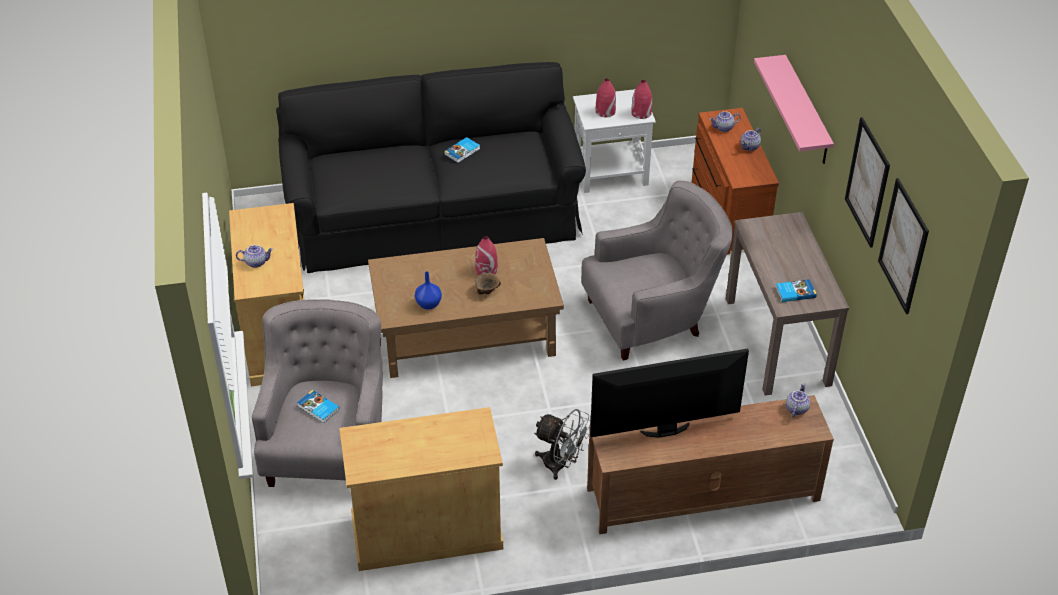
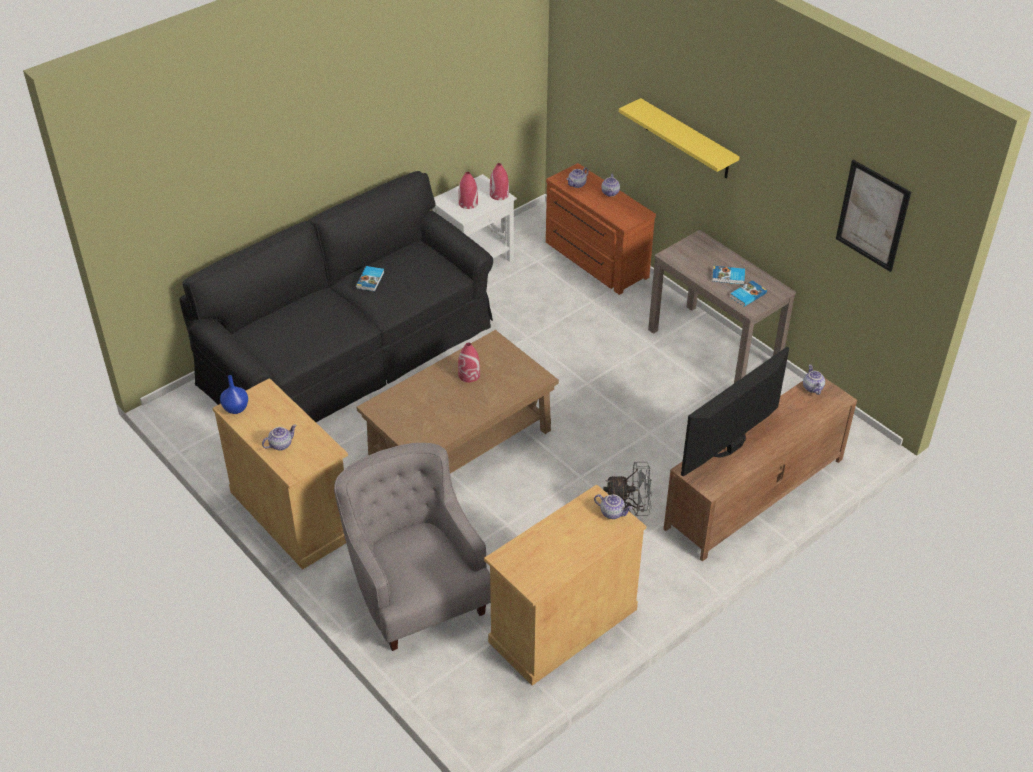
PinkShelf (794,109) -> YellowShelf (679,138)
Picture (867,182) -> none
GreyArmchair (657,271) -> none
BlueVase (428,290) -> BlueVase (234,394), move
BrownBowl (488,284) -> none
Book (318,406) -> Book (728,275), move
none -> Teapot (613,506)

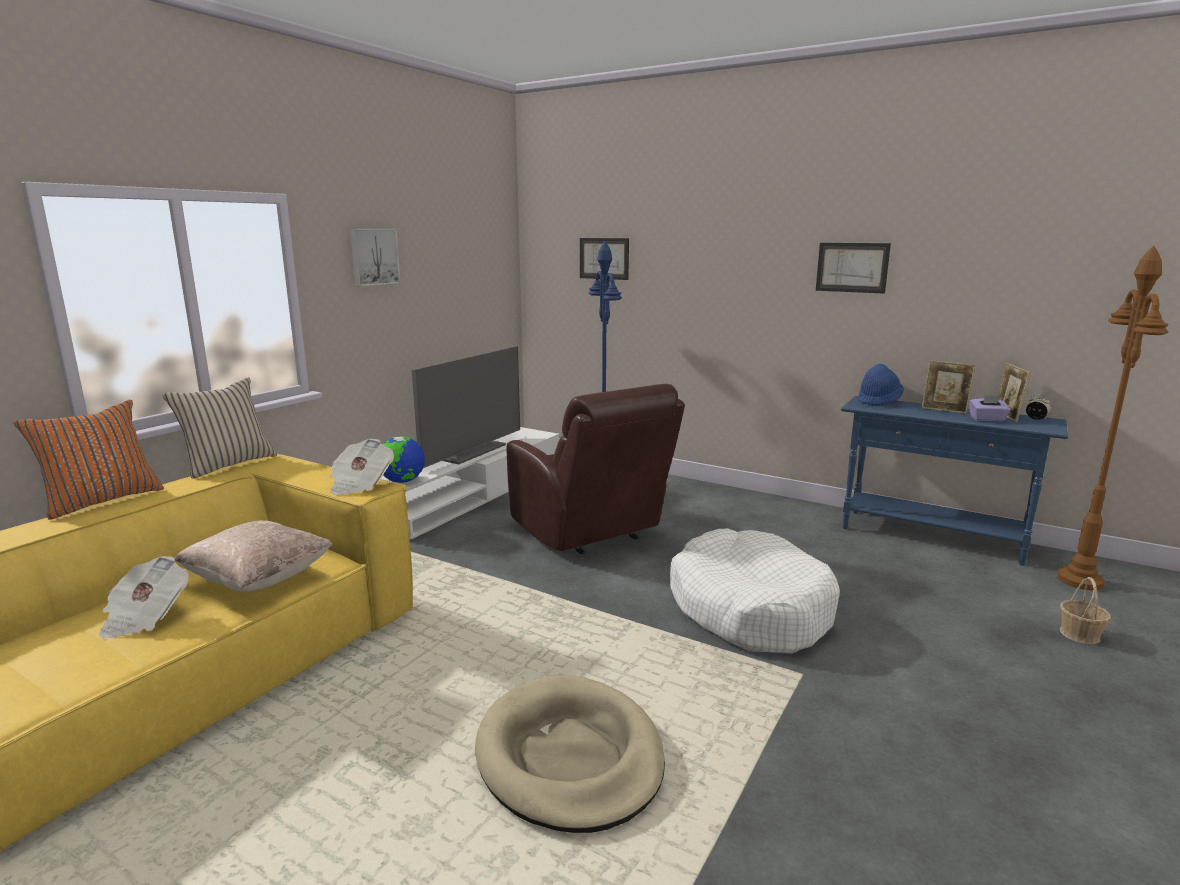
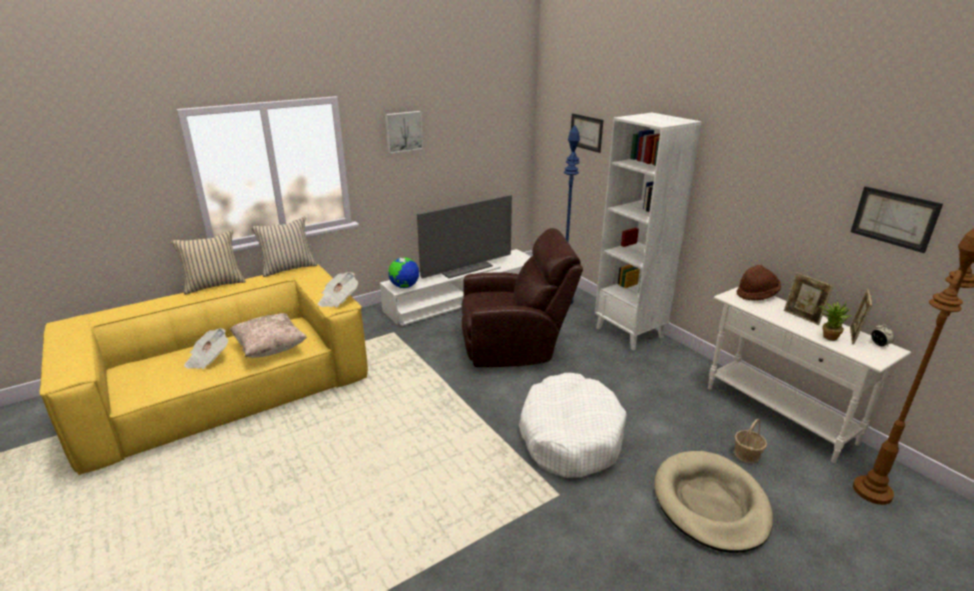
Picture (853,268) -> Picture (897,219), move
BlueHat (881,385) -> BrownHat (758,282)
BrownArmchair (596,469) -> BrownArmchair (522,297), 90 degrees counterclockwise
PurpleTissueBox (990,408) -> PottedPlant (835,320)
BlueConsoleTable (954,481) -> WhiteConsoleTable (809,375)
OrangePillow (88,460) -> BeigePillow (208,262)
Basket (1085,610) -> Basket (750,441), move
BeigeDogBed (570,754) -> BeigeDogBed (713,502), move
none -> WhiteBookcase (648,232)

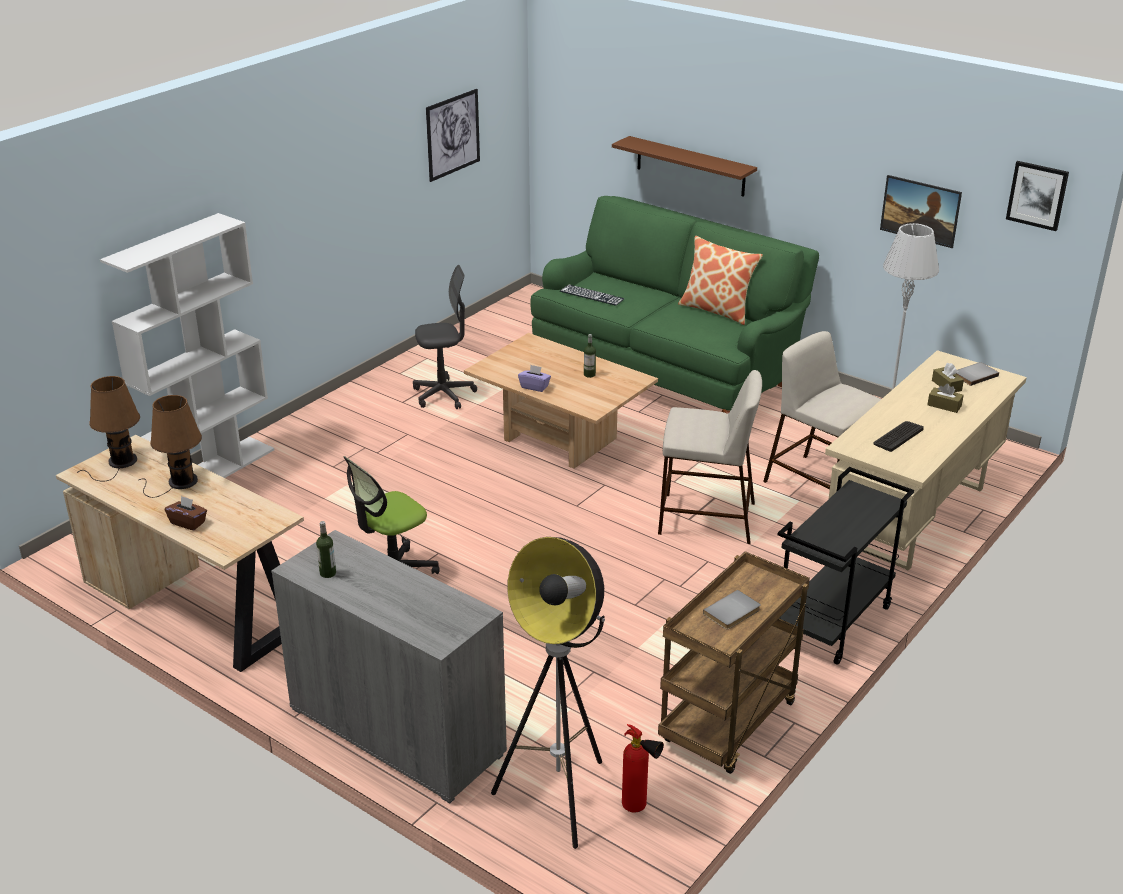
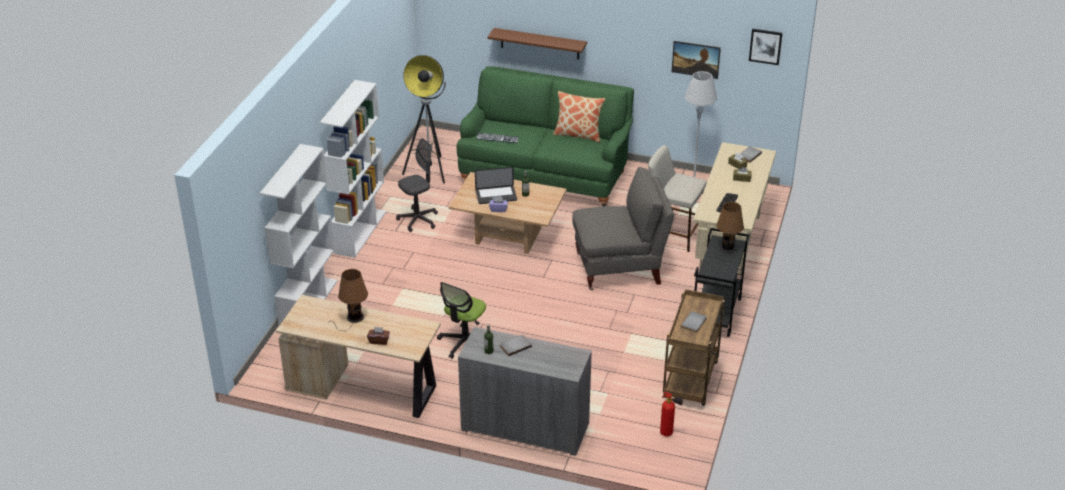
Picture (453,135) -> none
BeigeStool (710,457) -> GreyArmchair (623,228)
BrownTableLamp (108,429) -> BrownTableLamp (729,232), move
FloorLamp (548,693) -> FloorLamp (424,119), move
none -> WhiteBookcase (353,169)
none -> Laptop (496,185)
none -> GreyBook (516,345)

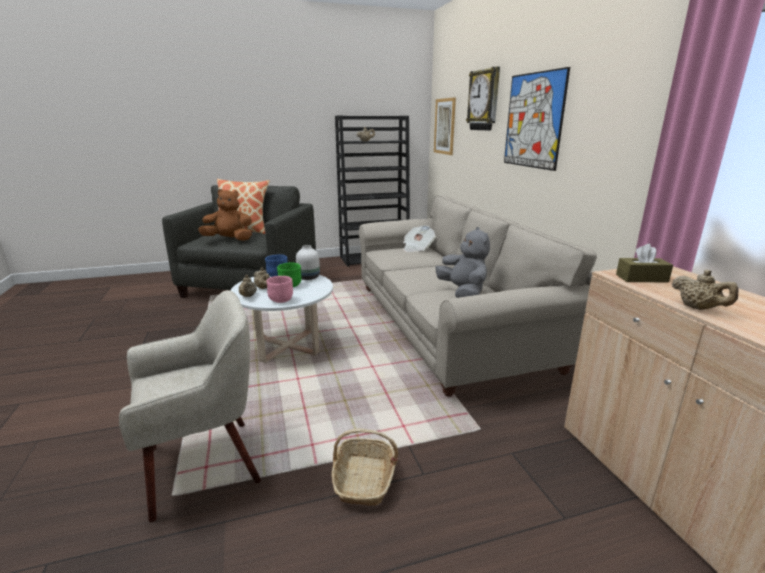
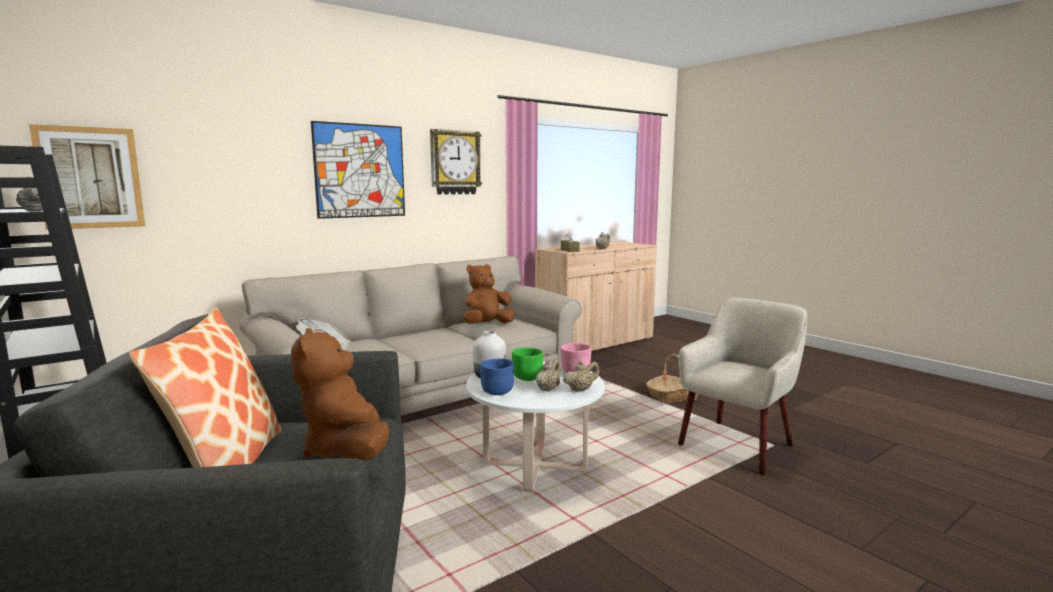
WallClock (483,99) -> WallClock (456,162), move
GreyPlushToy (462,262) -> BrownPlushToy (488,294)
BeigeArmchair (190,406) -> BeigeArmchair (742,386), 90 degrees clockwise

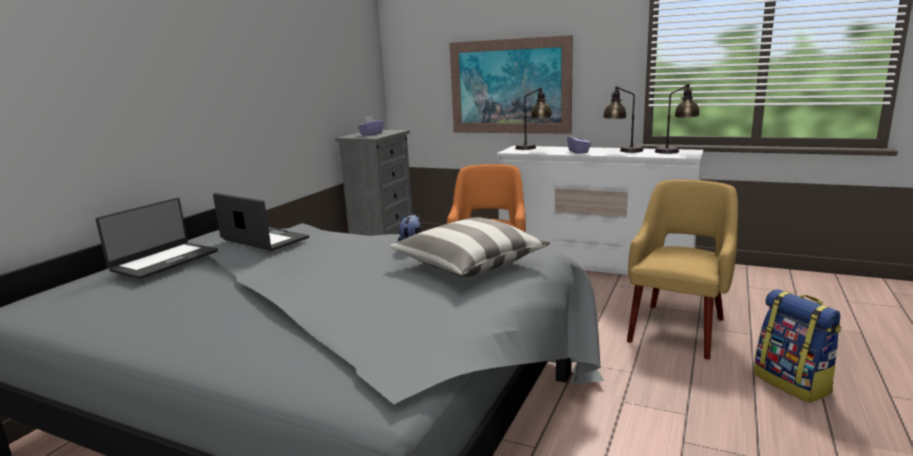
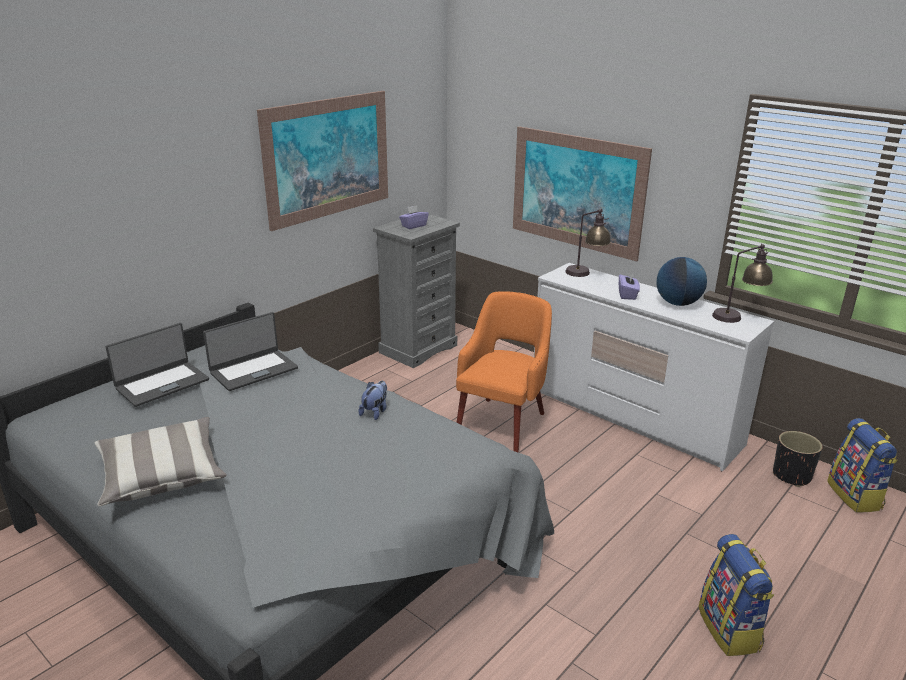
TableLamp (623,119) -> Globe (681,281)
YellowArmchair (682,269) -> none
Laptop (261,222) -> Laptop (250,351), 90 degrees clockwise
Pillow (470,247) -> Pillow (161,461), move
none -> Picture (322,161)
none -> Backpack (862,465)
none -> BlackPlanter (798,459)

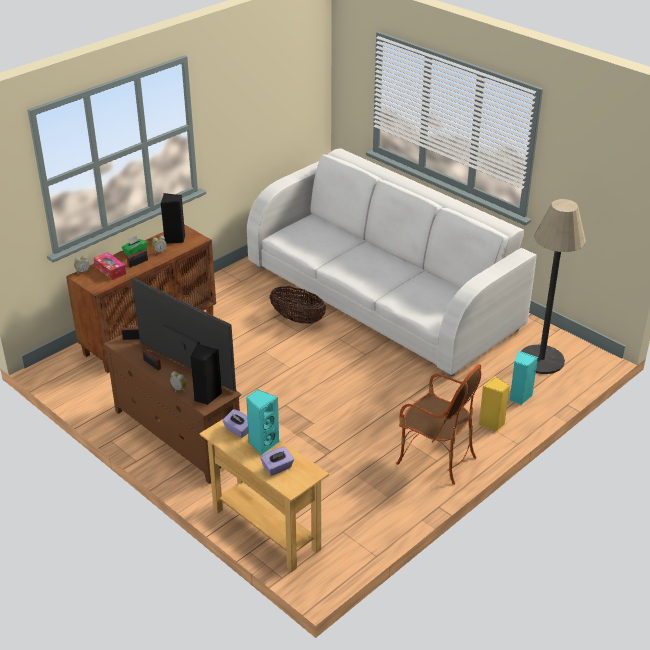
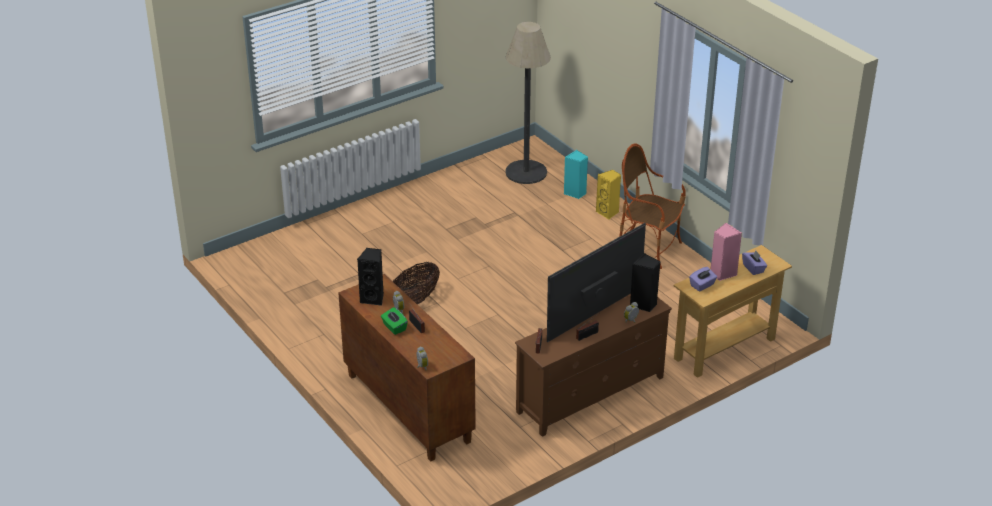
WhiteSofa (392,262) -> none
TissueBox (110,266) -> none
Armchair (438,424) -> Armchair (652,206), 105 degrees counterclockwise
TurquoiseSpeaker (262,422) -> PinkSpeaker (726,252)

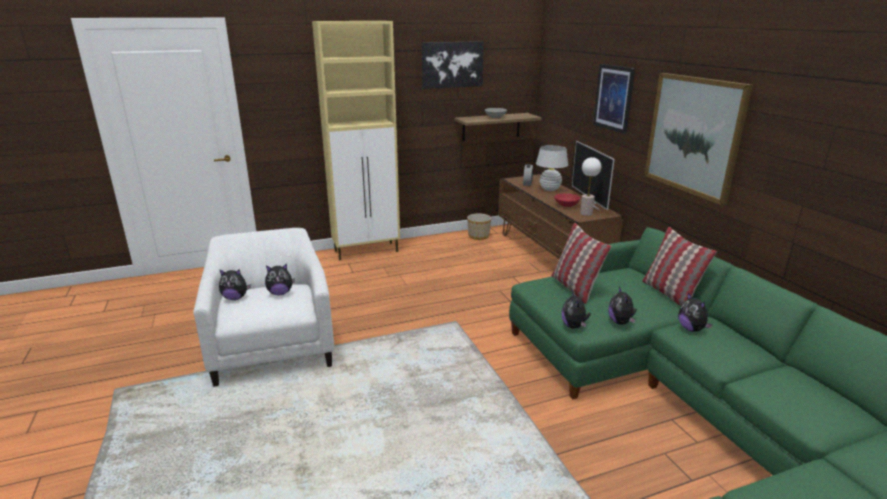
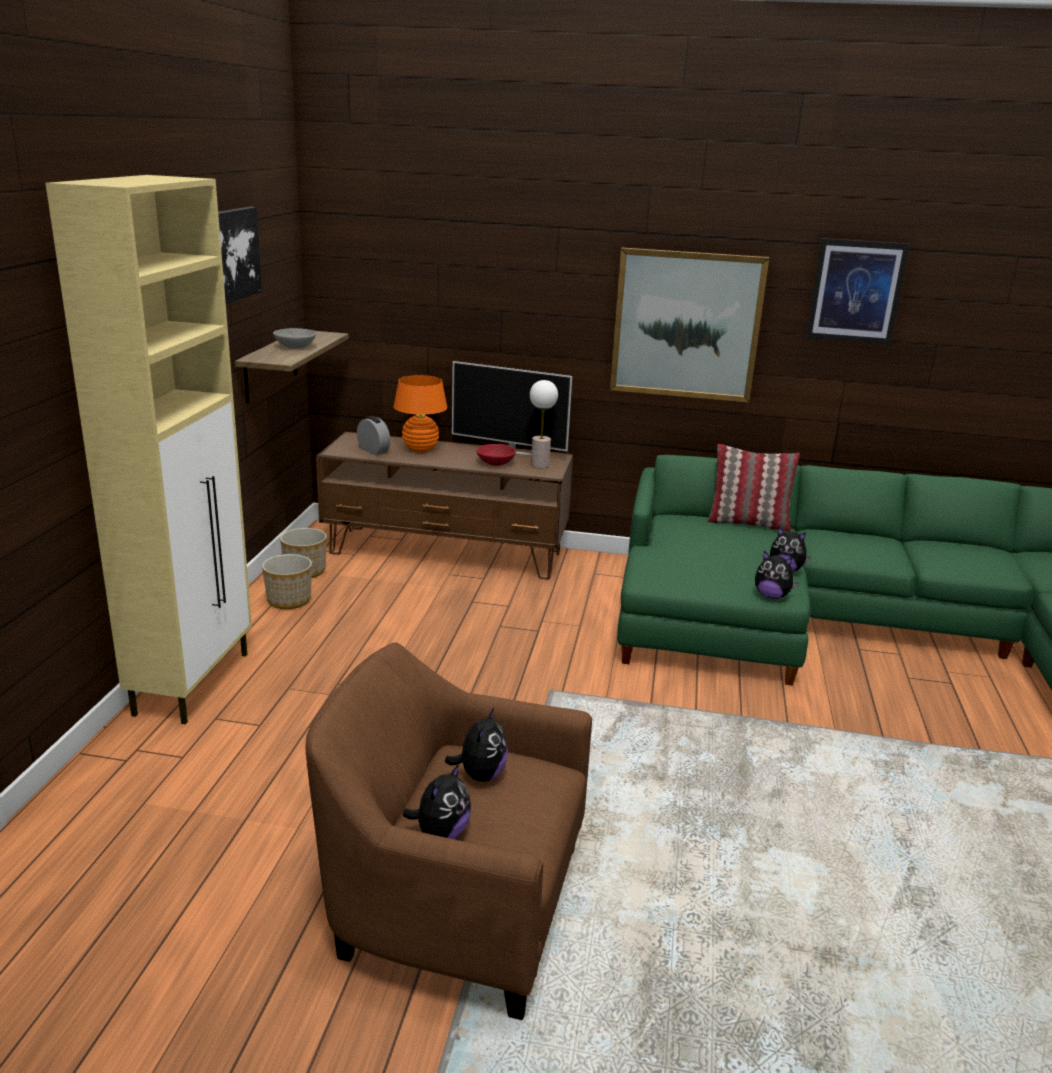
Picture (614,99) -> Picture (858,291), move
WhiteTableLamp (552,168) -> OrangeTableLamp (420,413)
Pillow (581,263) -> none
WhiteArmchair (263,307) -> BrownArmchair (449,831)
PlushToy (695,312) -> none
none -> Planter (287,581)

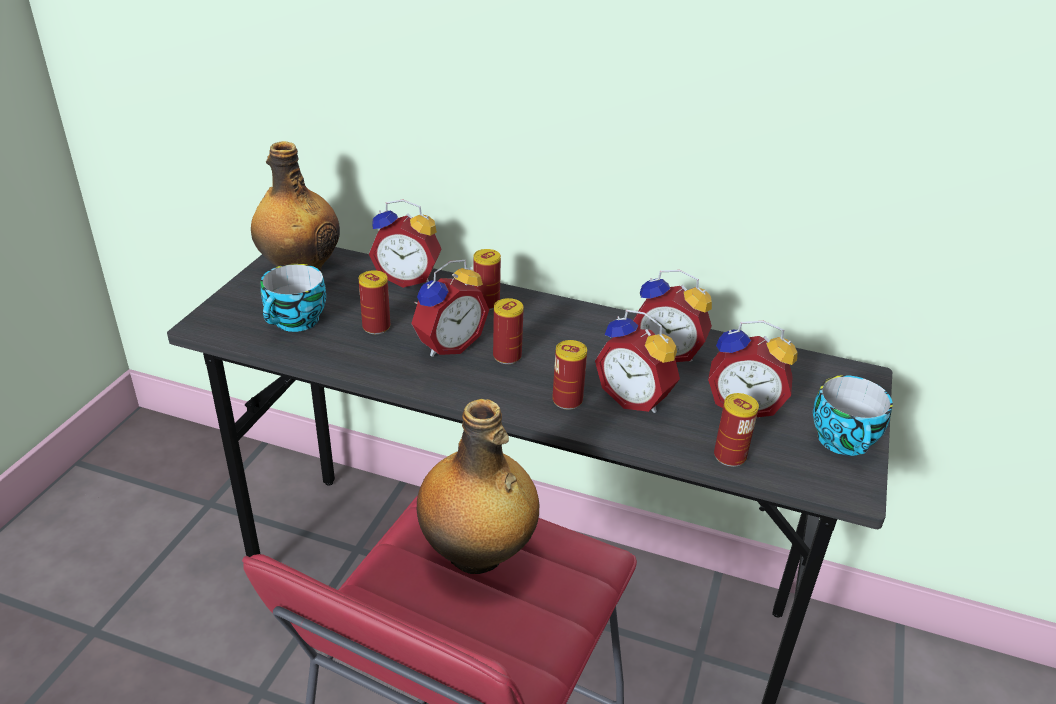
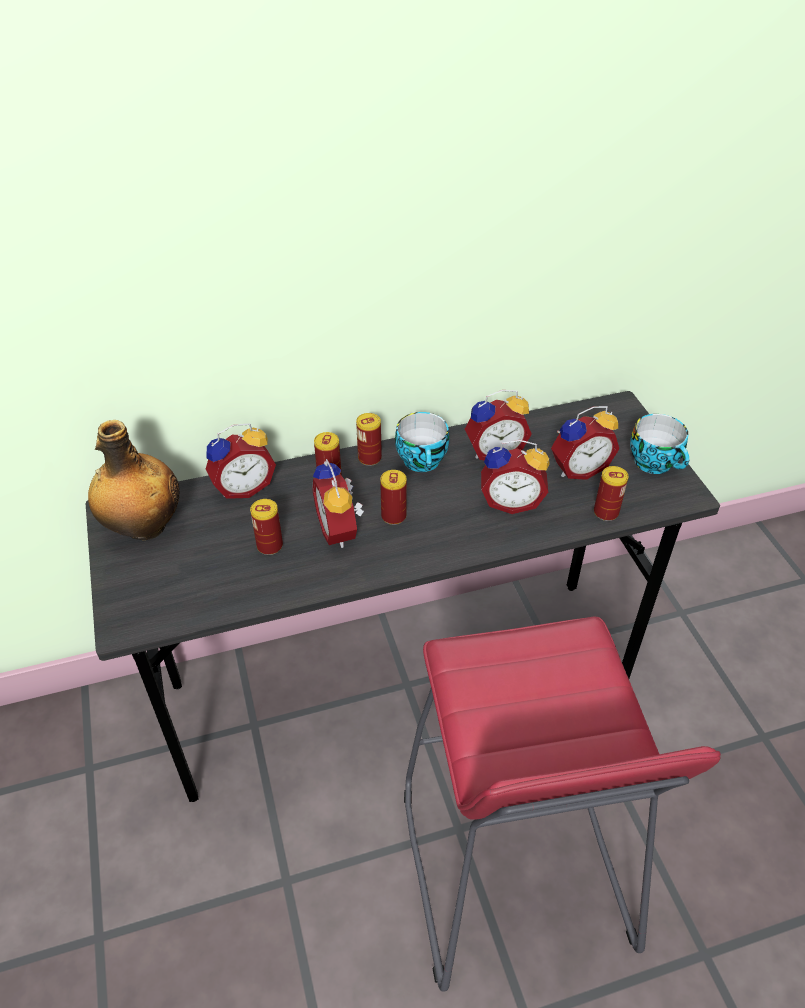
AlarmClock (450,308) -> AlarmClock (338,503), 150 degrees clockwise
Cup (293,298) -> Cup (422,442), move
Can (569,375) -> Can (369,439), move
Bottle (478,486) -> none

